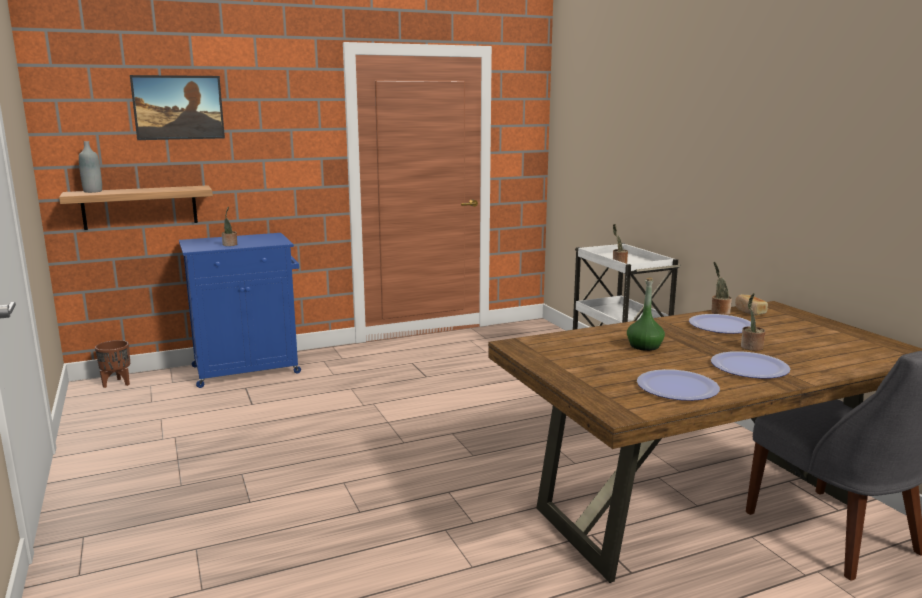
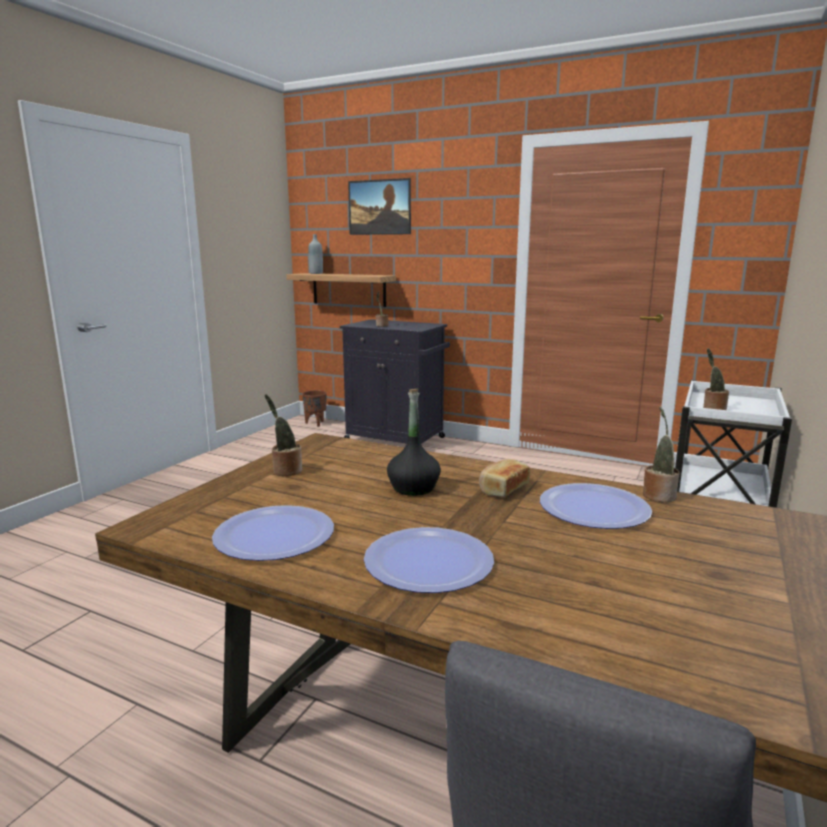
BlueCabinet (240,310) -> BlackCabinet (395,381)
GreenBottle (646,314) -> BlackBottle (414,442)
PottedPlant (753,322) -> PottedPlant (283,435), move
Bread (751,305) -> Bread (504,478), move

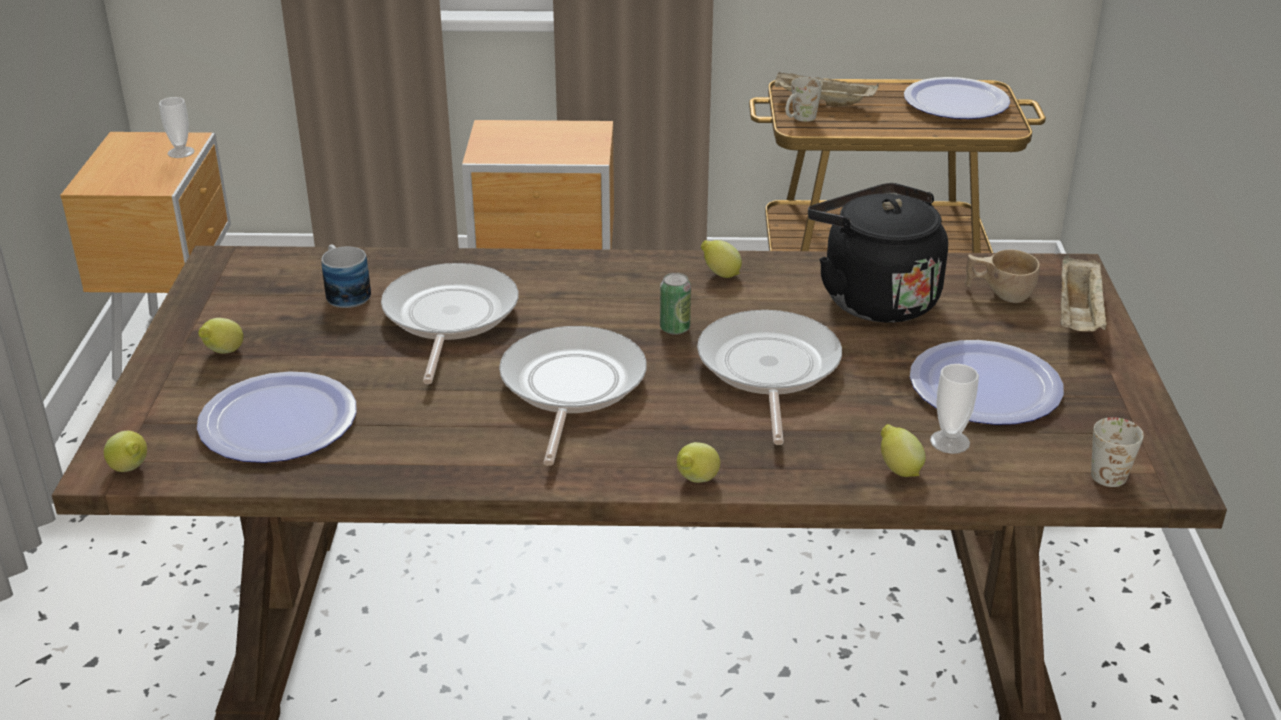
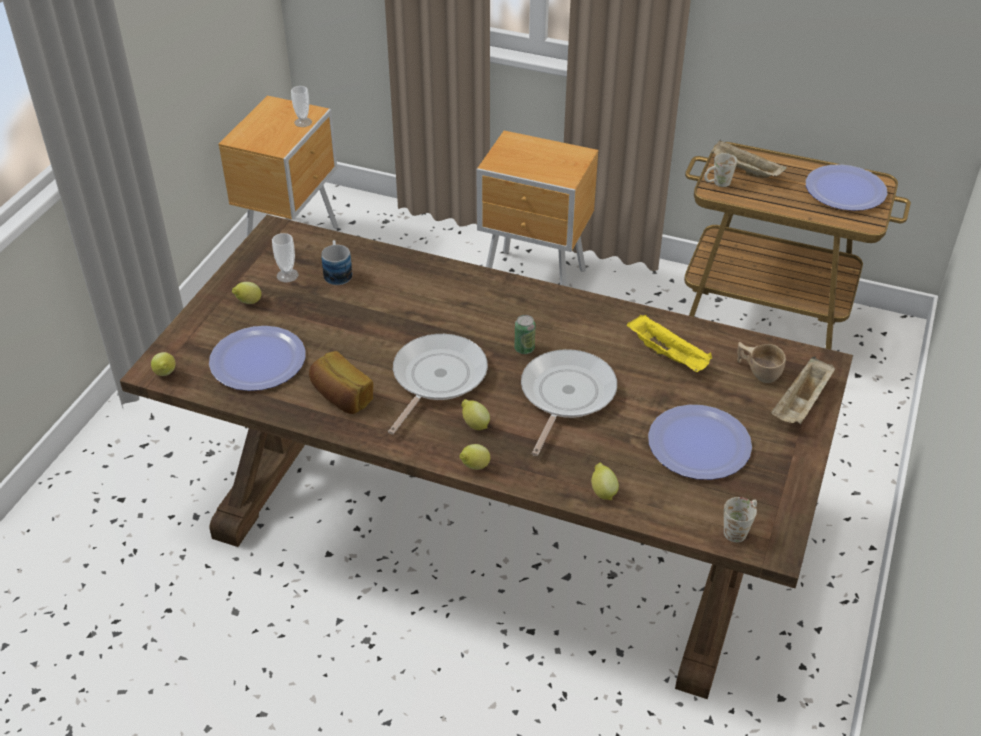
BlackKettle (878,253) -> YellowTray (669,343)
Lemon (721,259) -> Lemon (475,414), move
FryingPan (449,323) -> none
Cup (954,409) -> Cup (285,258), move
none -> Bread (341,382)

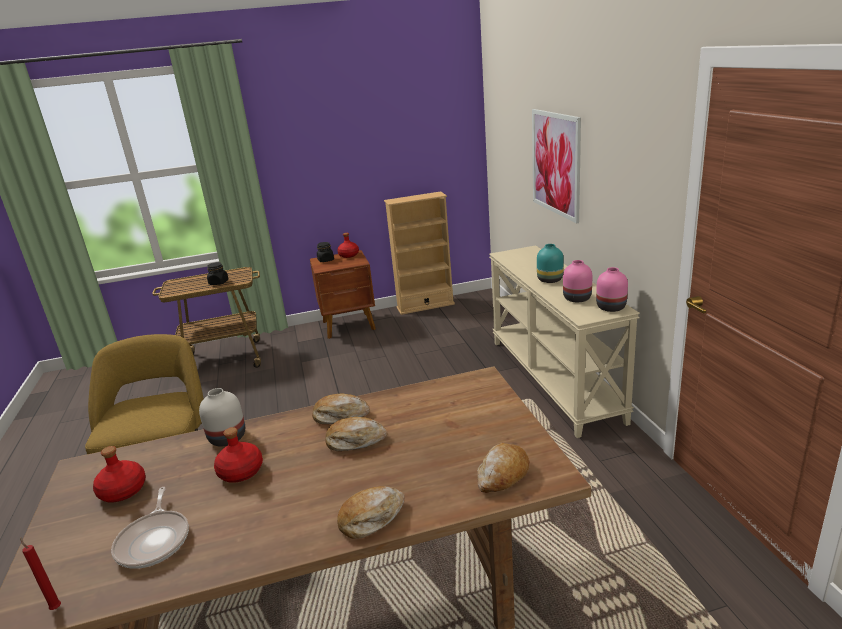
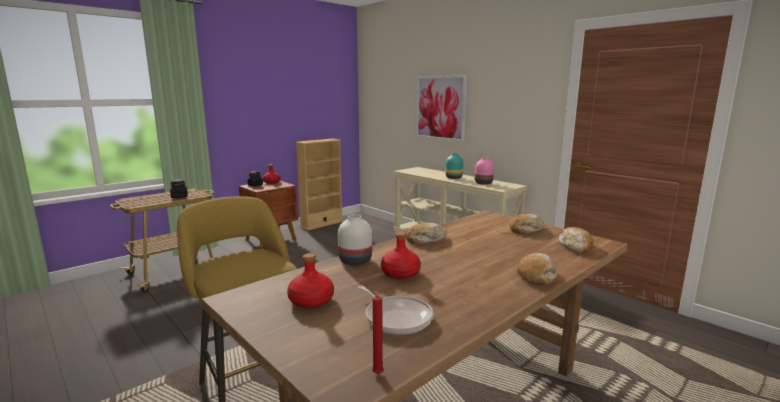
PinkVase (612,289) -> none
Bread (356,434) -> Bread (526,224), move

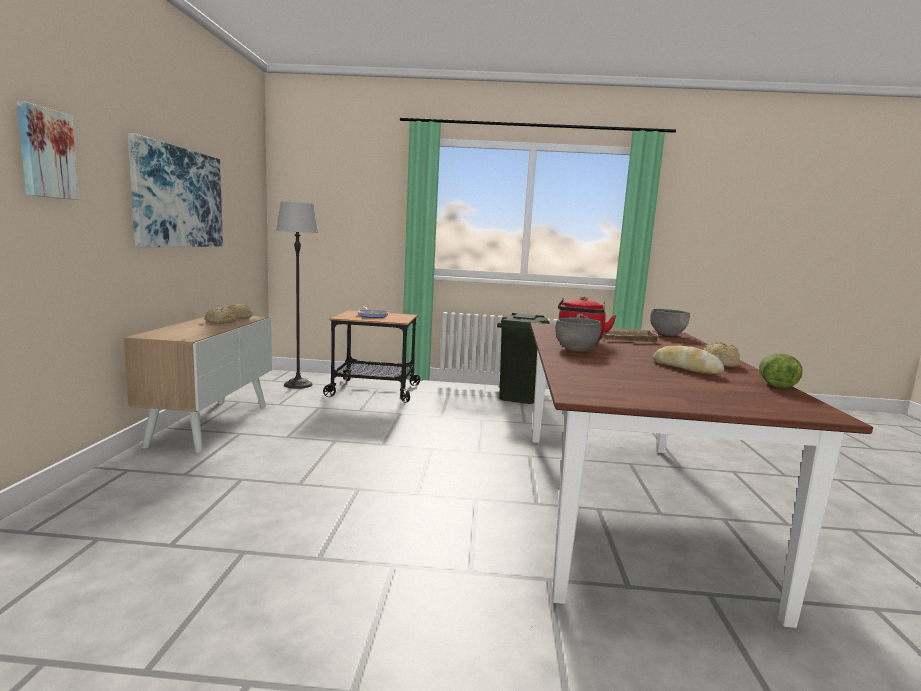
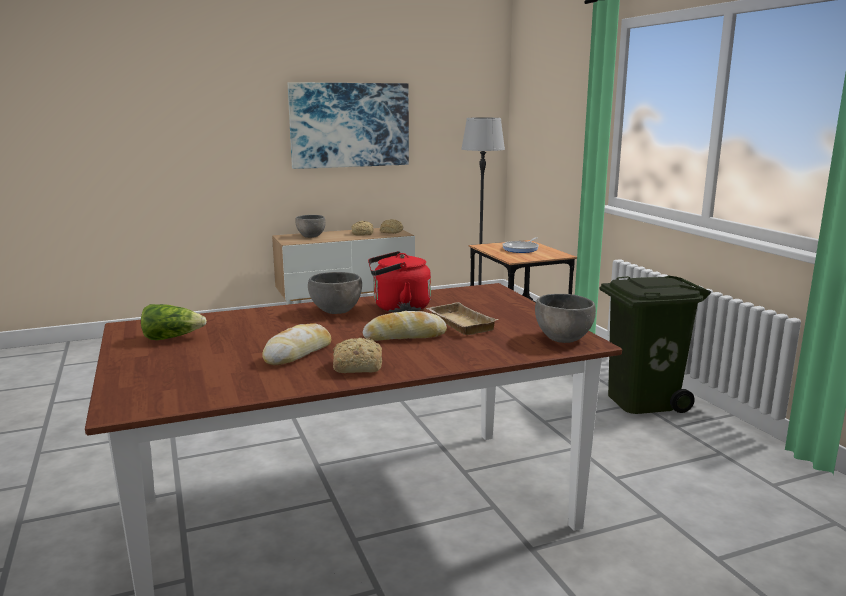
Picture (48,150) -> none
Lettuce (781,371) -> Lettuce (174,322), move
none -> GreyBowl (310,226)
none -> Bread (405,326)

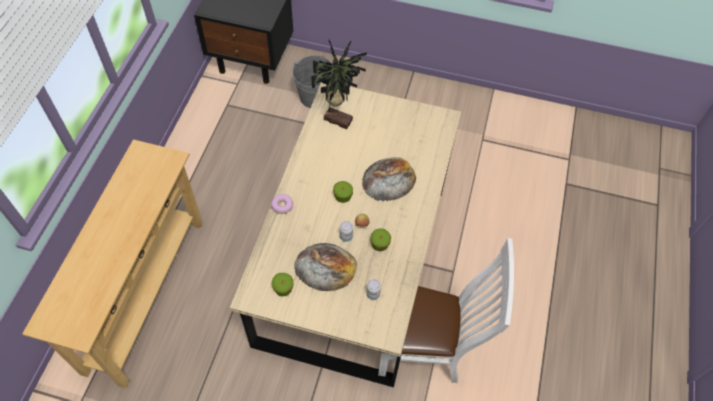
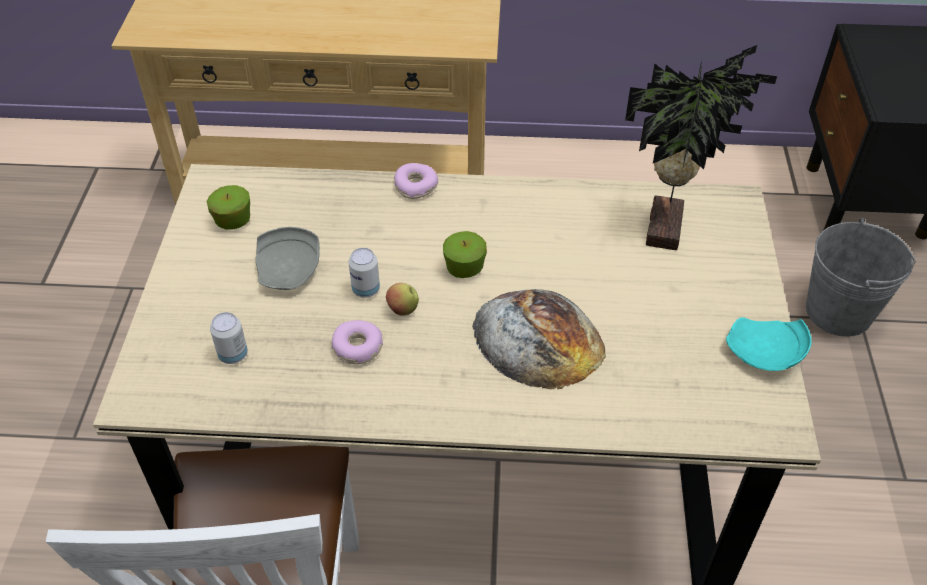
Apple (380,239) -> Donut (357,342)
Bread (325,267) -> GreyPlate (287,258)
none -> TurquoisePlate (769,344)

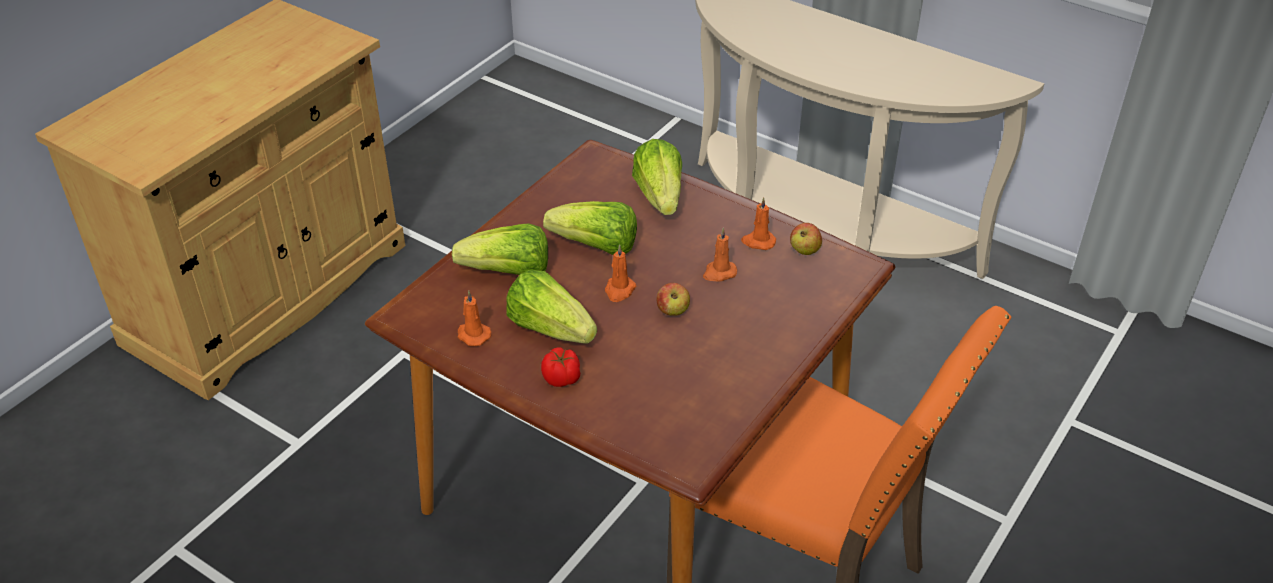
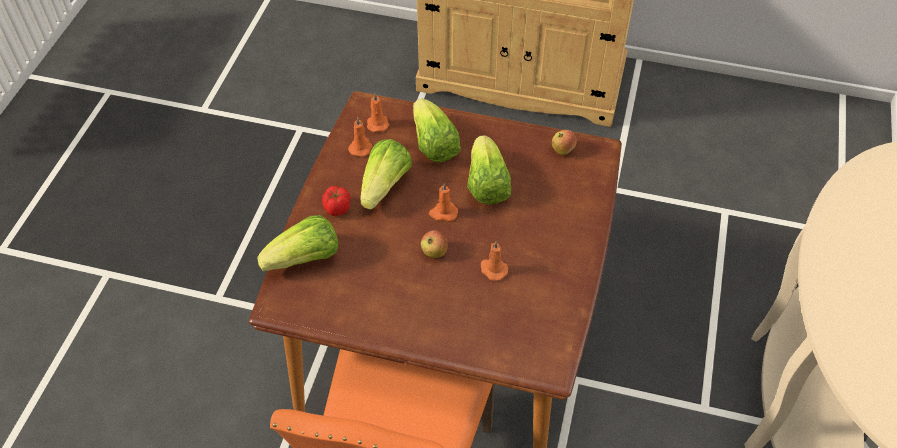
Lettuce (657,177) -> Lettuce (297,243), move
OrangeCandle (758,223) -> OrangeCandle (378,112), move
Apple (806,239) -> Apple (564,142), move

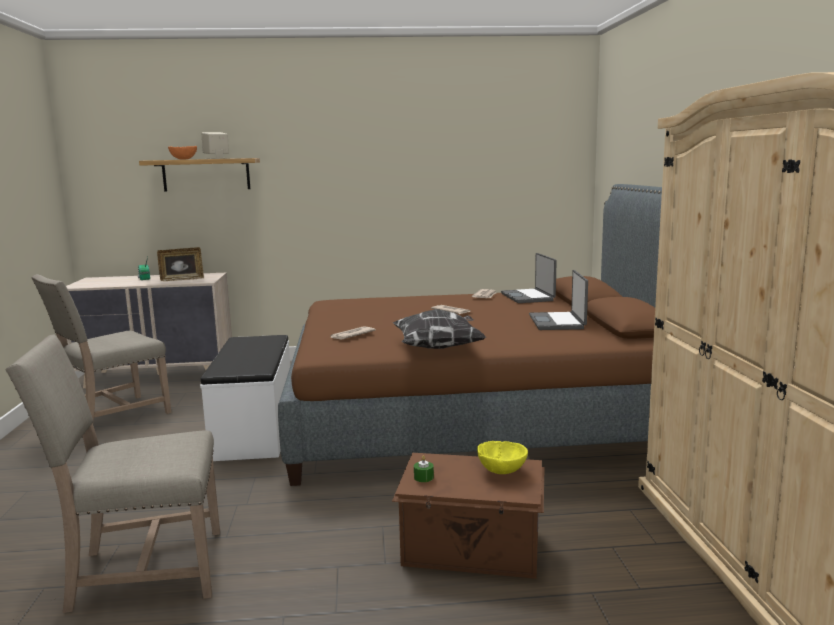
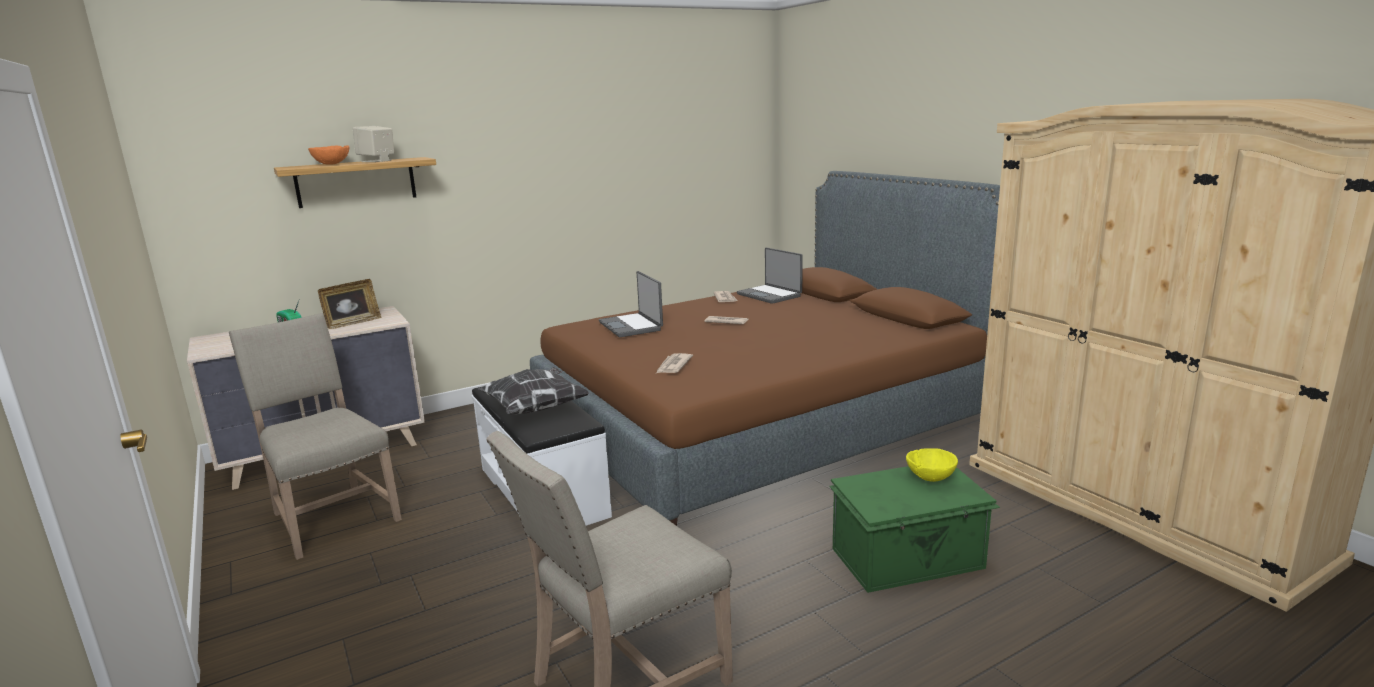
Laptop (558,300) -> Laptop (631,304), move
BeigeChair (101,347) -> BeigeChair (315,436), 120 degrees clockwise
Pillow (439,329) -> Pillow (534,391), move
BrownStorageBox (468,516) -> GreenStorageBox (914,529)
GreenCandle (424,468) -> none

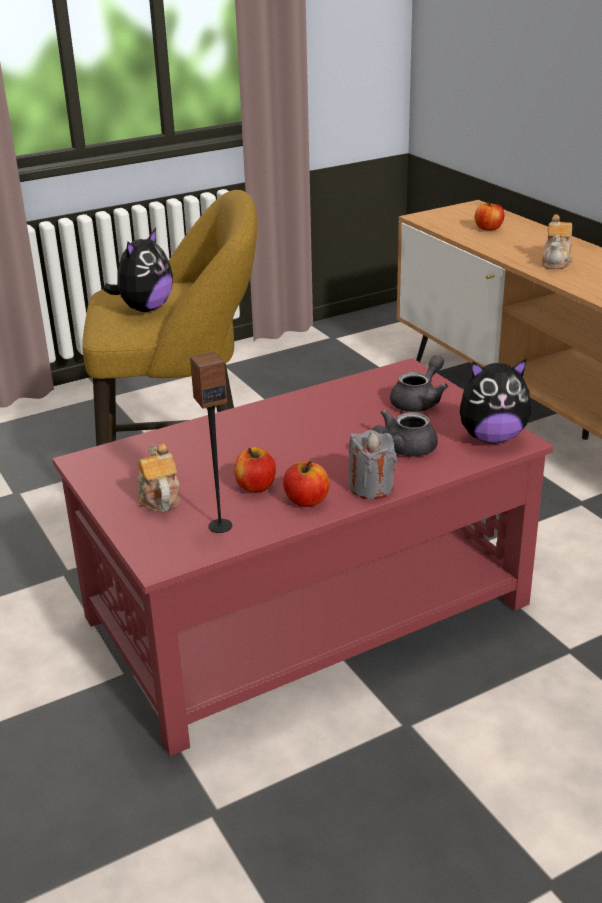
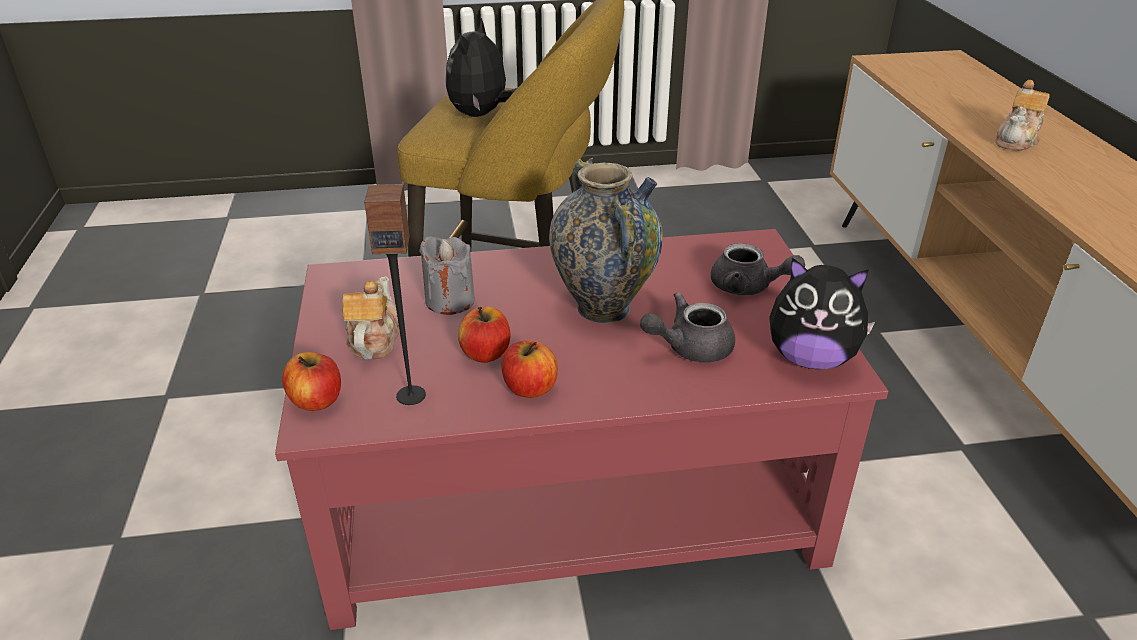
Apple (489,216) -> Apple (311,381), move
PlushToy (138,270) -> PlushToy (481,67), 150 degrees clockwise
GreyTeapot (419,383) -> GreyTeapot (758,269), 60 degrees clockwise
GreyCandle (372,464) -> GreyCandle (447,275), move
none -> Vase (606,241)

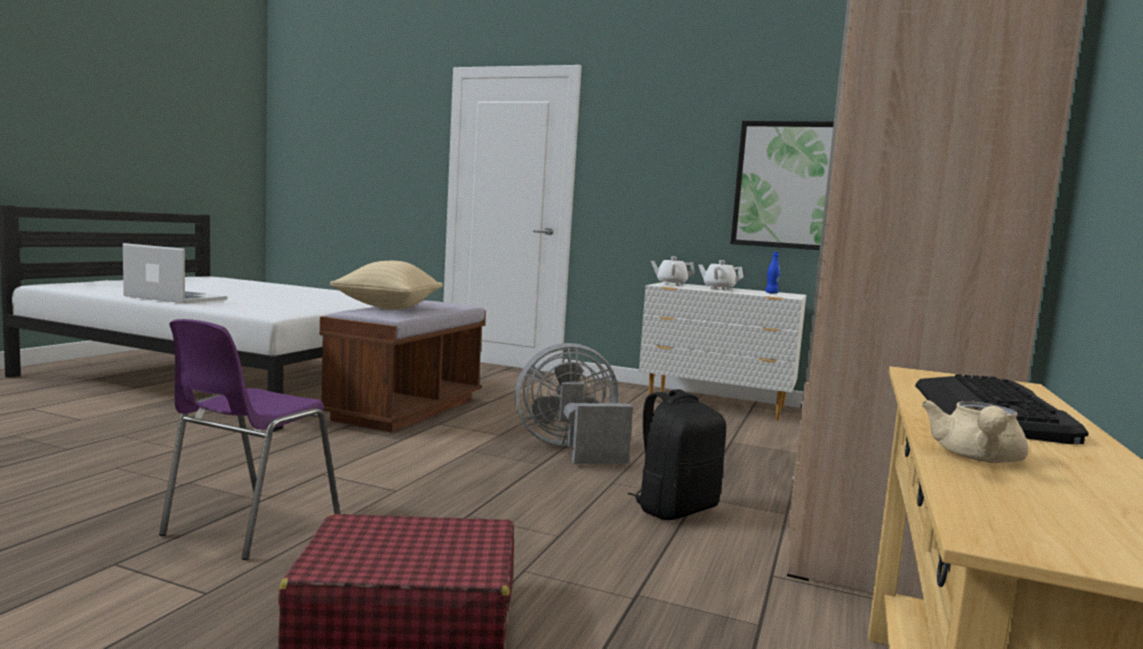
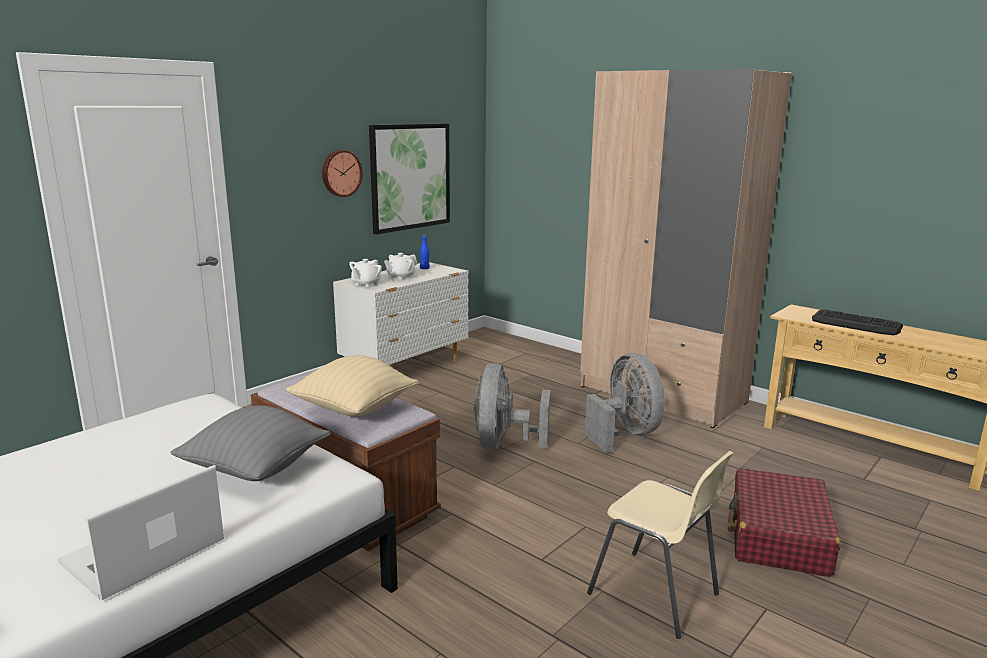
PurpleChair (249,439) -> BeigeChair (660,545)
BlackBackpack (676,454) -> GreyFan (625,403)
BeigeTeapot (974,431) -> none
none -> WallClock (342,173)
none -> GreyPillow (250,443)

